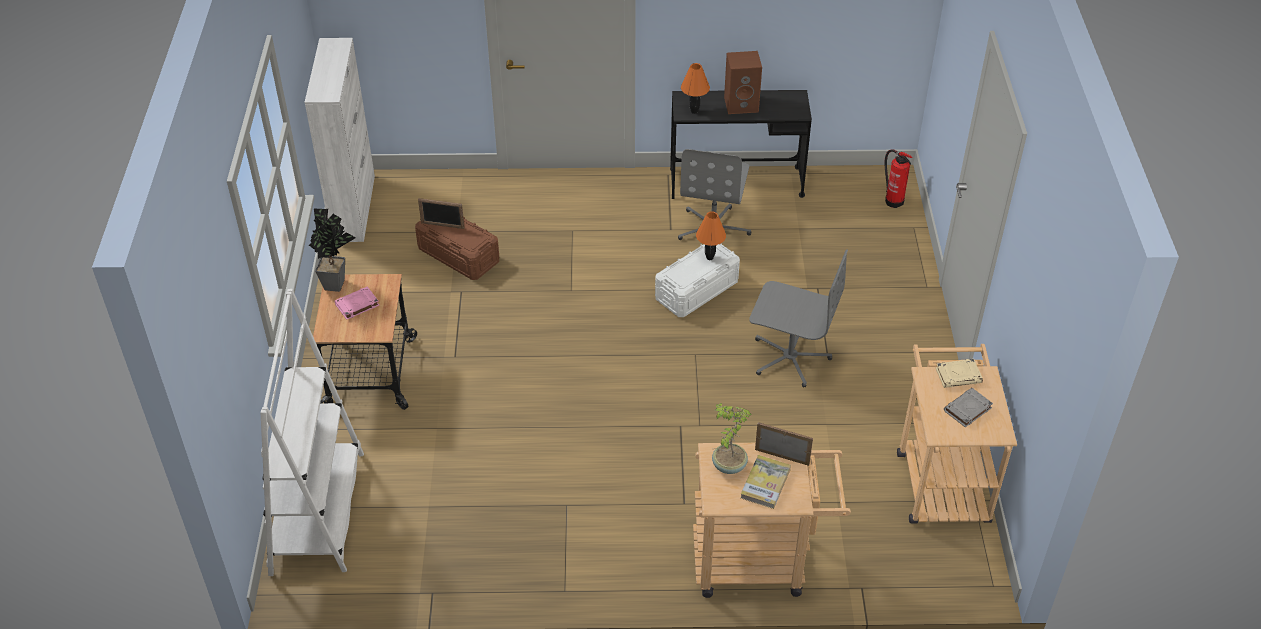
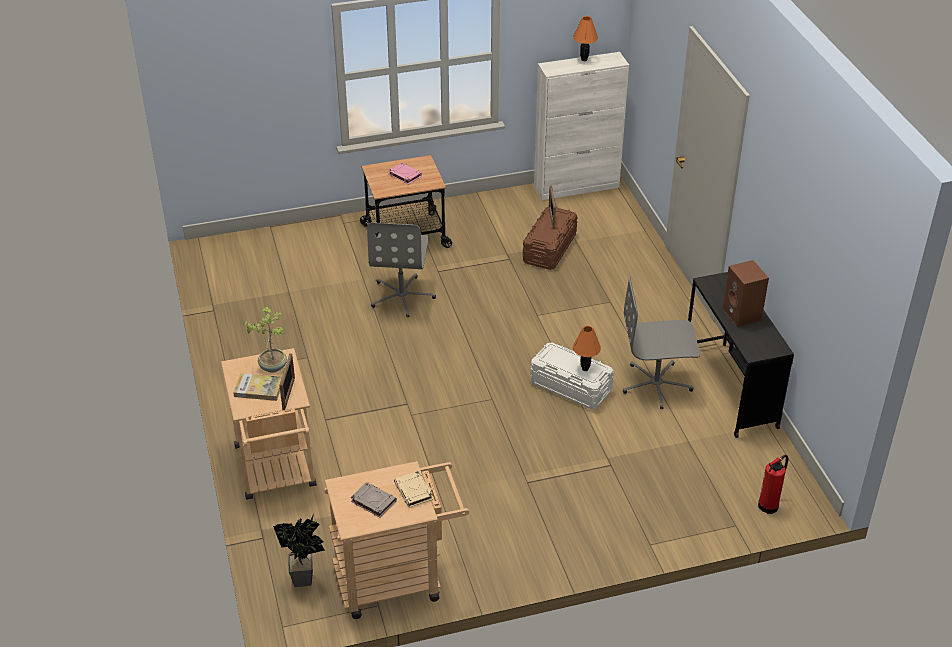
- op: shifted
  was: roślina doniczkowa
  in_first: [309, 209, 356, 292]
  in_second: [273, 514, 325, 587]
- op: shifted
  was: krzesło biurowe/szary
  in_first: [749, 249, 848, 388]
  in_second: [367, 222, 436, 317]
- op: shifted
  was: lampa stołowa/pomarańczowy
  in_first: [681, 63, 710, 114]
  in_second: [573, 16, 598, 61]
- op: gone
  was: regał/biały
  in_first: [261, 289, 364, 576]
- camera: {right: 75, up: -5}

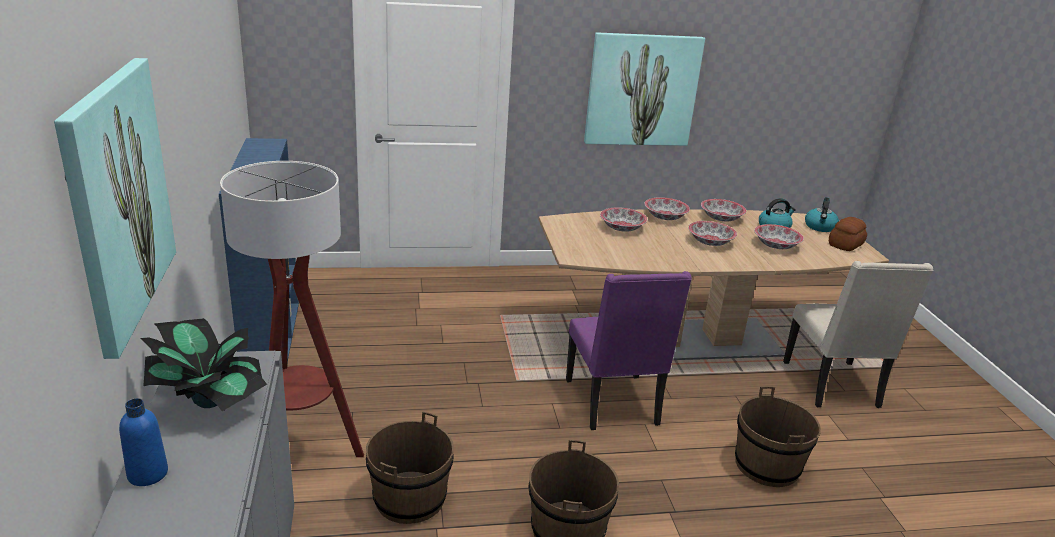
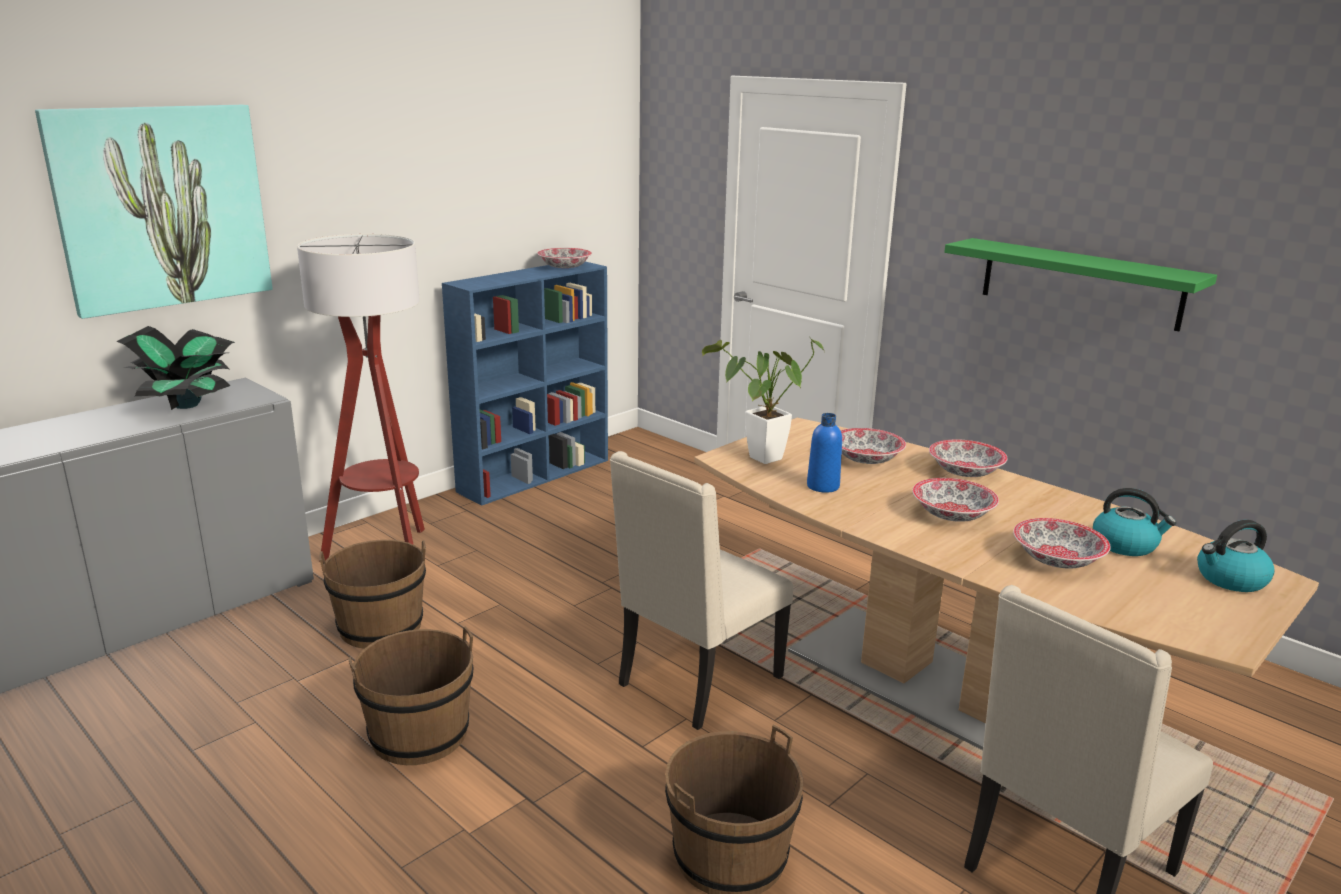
- op: shifted
  was: miska
  in_first: [701, 199, 746, 221]
  in_second: [537, 248, 592, 268]
- op: repainted
  was: krzesło/fioletowy
  now: krzesło/beżowy
  in_first: [566, 271, 692, 430]
  in_second: [610, 451, 793, 730]
- op: new
  now: roślina doniczkowa
  in_second: [702, 336, 824, 464]
- op: shifted
  was: butelka/niebieski
  in_first: [119, 398, 168, 486]
  in_second: [807, 413, 842, 493]
- op: swapped
  was: obraz
  now: półka/zielony
  in_first: [584, 32, 705, 146]
  in_second: [944, 238, 1217, 331]
- op: gone
  was: chleb
  in_first: [829, 217, 867, 251]
- camera: {right: 55, up: -5}

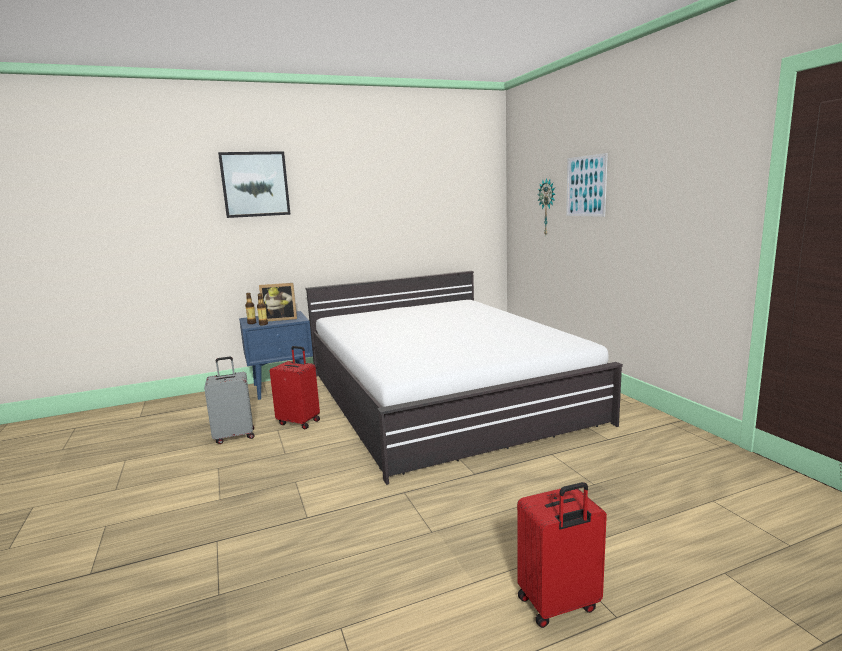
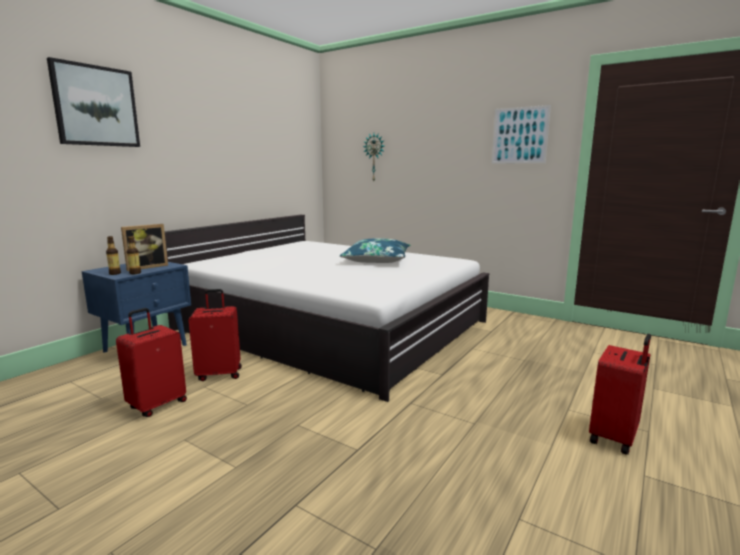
- op: repainted
  was: walizka/szary
  now: walizka/czerwony
  in_first: [204, 357, 254, 444]
  in_second: [116, 308, 187, 417]
- op: new
  now: poduszka/niebieski
  in_second: [340, 239, 410, 263]
- op: shifted
  was: obraz
  in_first: [566, 153, 608, 217]
  in_second: [492, 105, 551, 164]
- camera: {right: -35, up: 0}

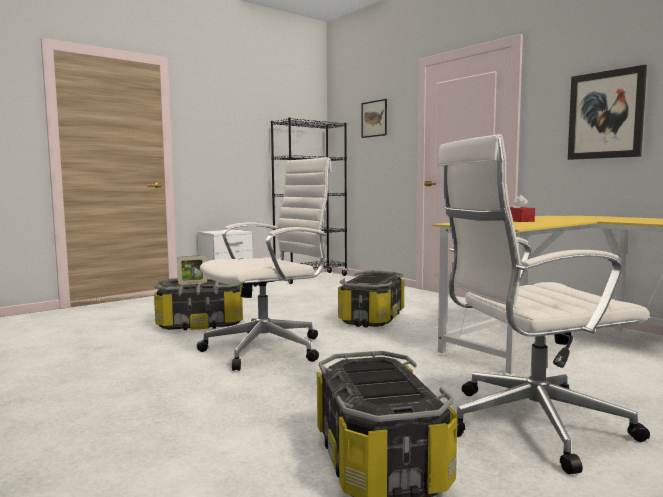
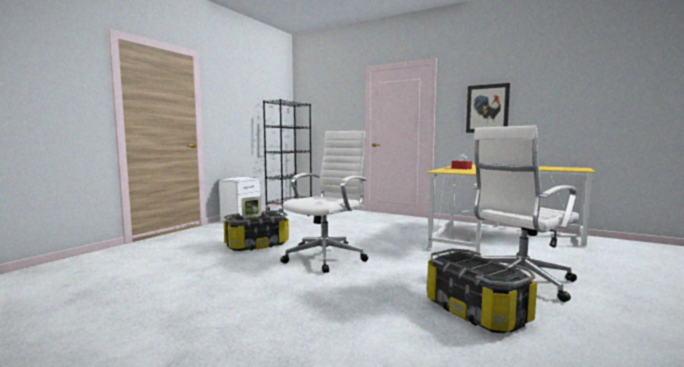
- op: gone
  was: pojemnik do przechowywania
  in_first: [338, 270, 404, 328]
- op: gone
  was: obraz
  in_first: [361, 99, 387, 138]
- camera: {right: -20, up: 0}

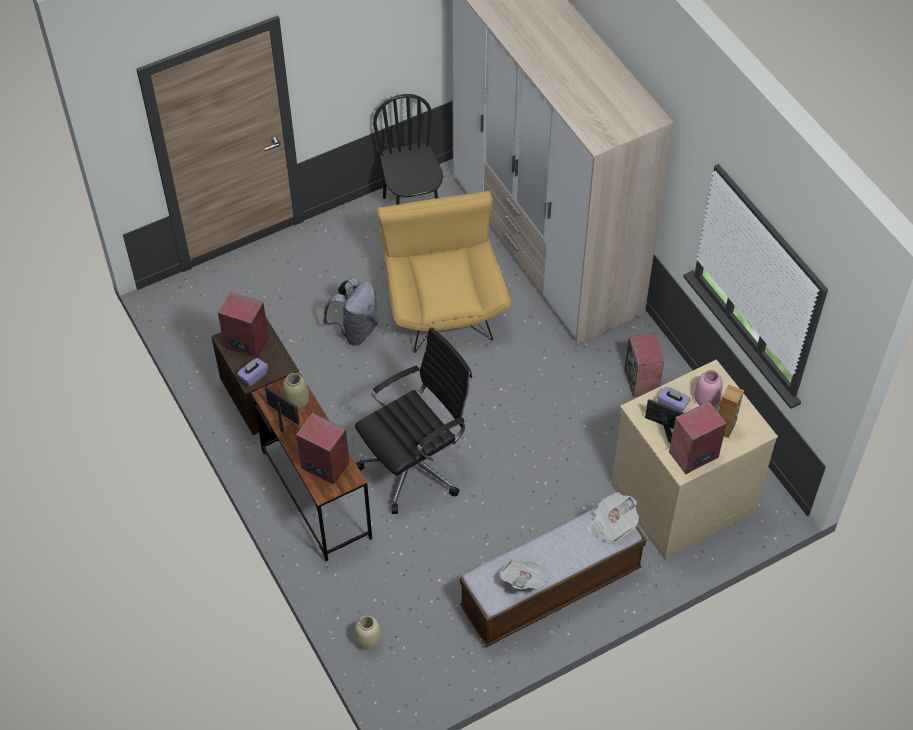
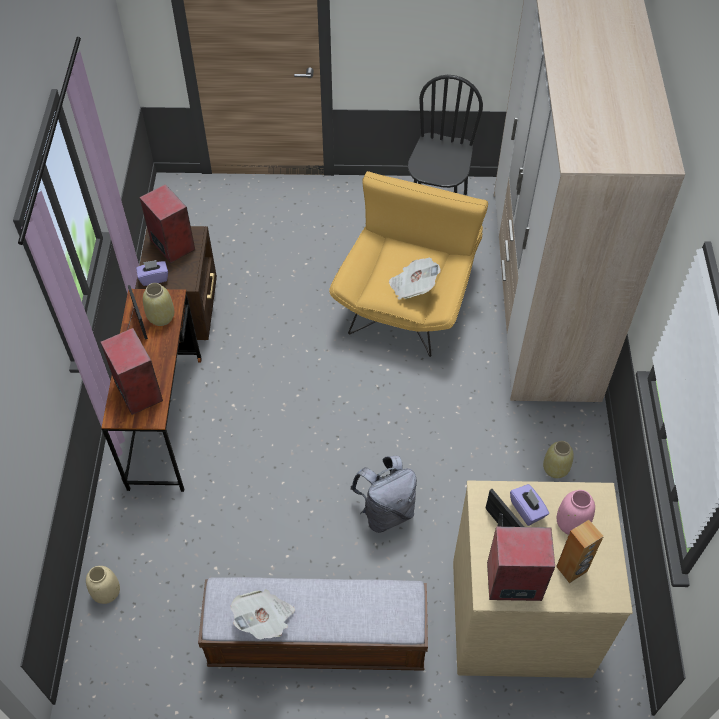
- op: shifted
  was: plecak/szary
  in_first: [323, 277, 379, 346]
  in_second: [351, 456, 417, 533]
- op: shifted
  was: gazeta
  in_first: [587, 492, 639, 544]
  in_second: [389, 258, 441, 300]
- op: swapped
  was: głośnik
  now: wazon/beżowy
  in_first: [624, 333, 664, 397]
  in_second: [543, 441, 574, 478]
- op: gone
  was: krzesło biurowe/czarny
  in_first: [355, 327, 472, 514]
- camera: {right: 30, up: 0}

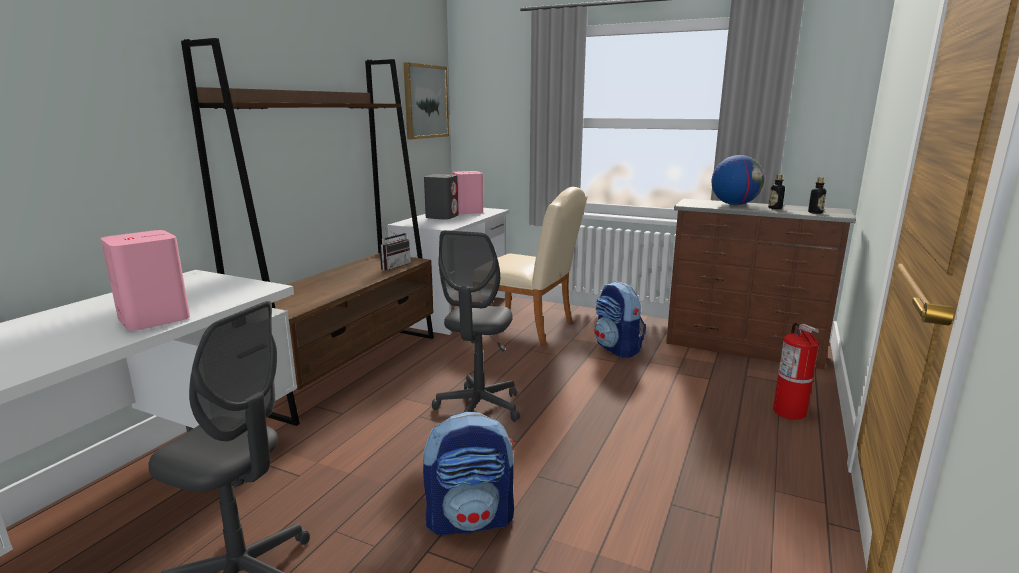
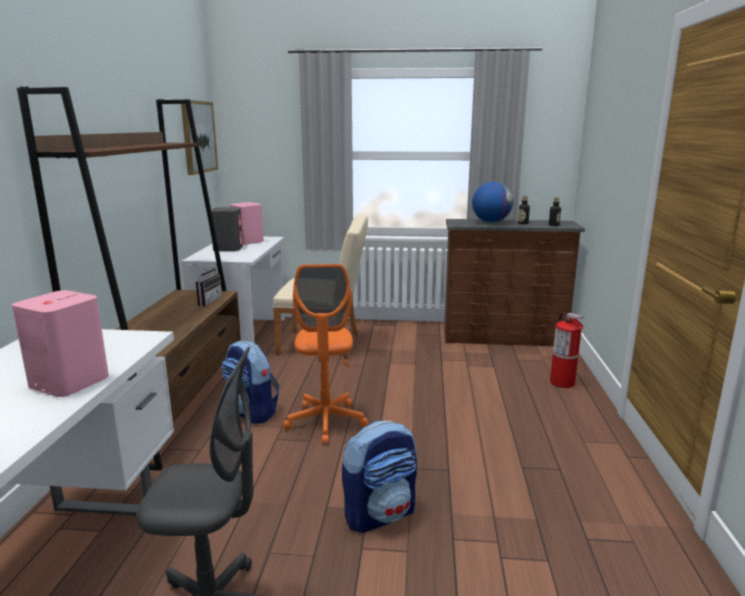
- op: shifted
  was: plecak
  in_first: [595, 281, 646, 358]
  in_second: [221, 341, 279, 424]
- op: repainted
  was: krzesło biurowe/szary
  now: krzesło biurowe/pomarańczowy
  in_first: [432, 230, 520, 422]
  in_second: [283, 264, 368, 444]
- camera: {right: -20, up: 0}

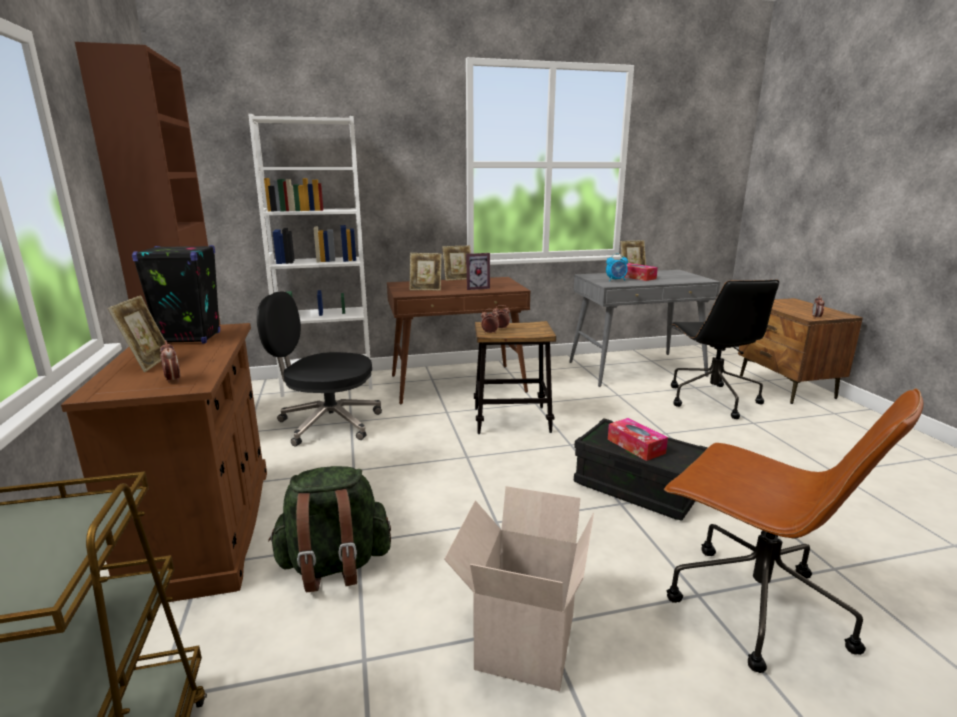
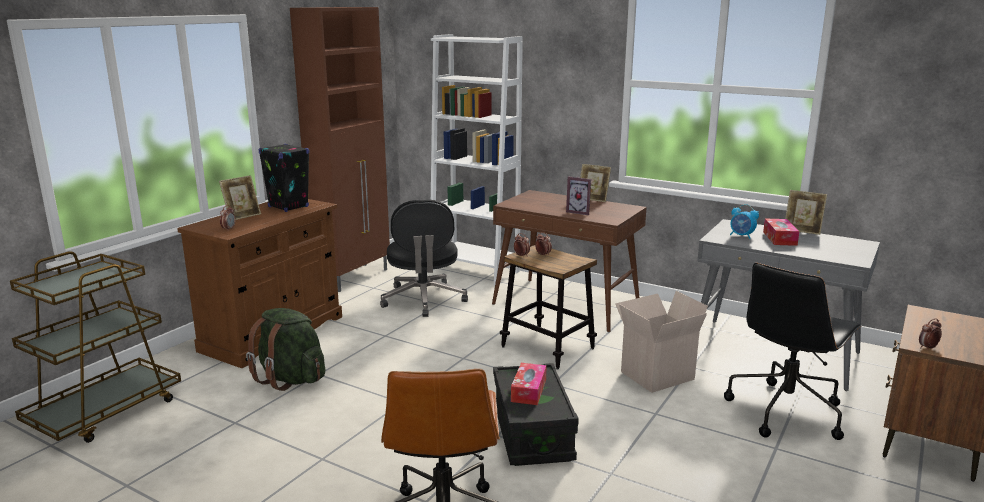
- op: rotated
  was: krzesło biurowe/czarny
  in_first: [257, 291, 382, 447]
  in_second: [380, 200, 468, 317]
  clockwise: -150
- op: shifted
  was: karton
  in_first: [444, 486, 594, 692]
  in_second: [615, 291, 708, 393]
- op: gone
  was: ramka na zdjęcie
  in_first: [410, 253, 442, 291]
- camera: {right: 45, up: 0}

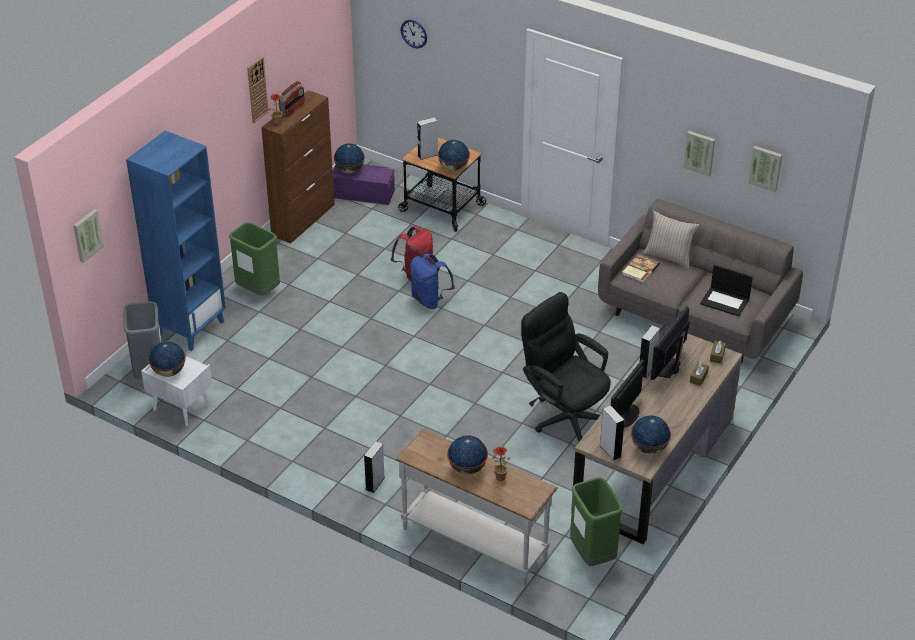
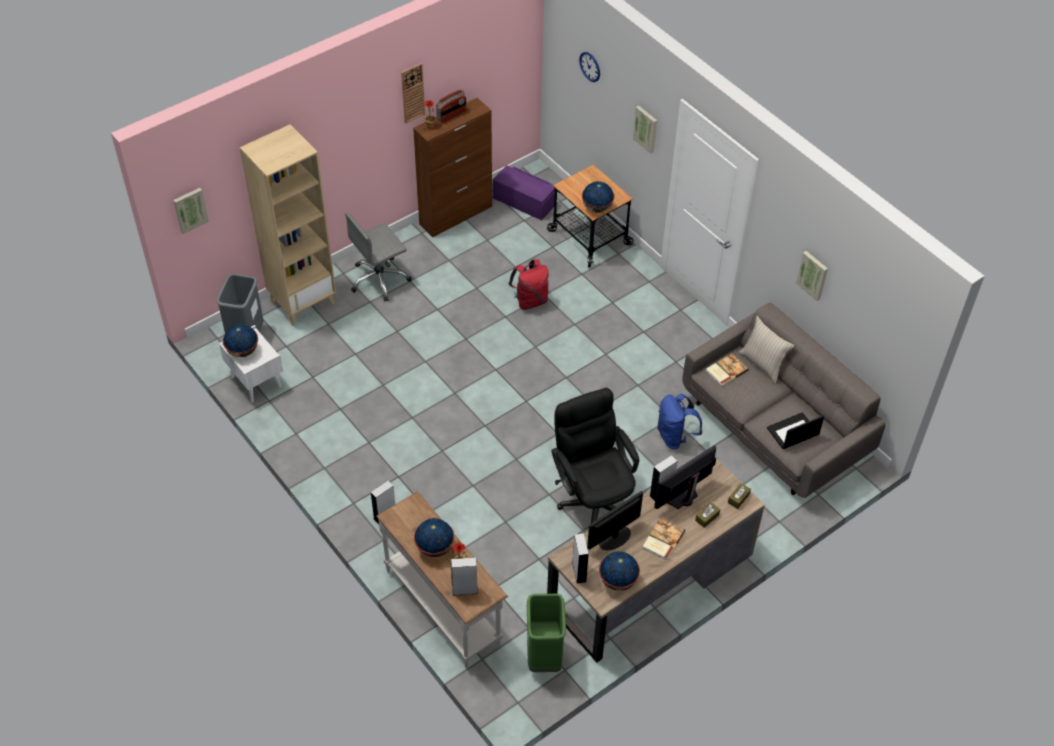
- op: repainted
  was: regał/niebieski
  now: regał/beżowy
  in_first: [126, 131, 226, 351]
  in_second: [240, 124, 336, 326]
- op: swapped
  was: kosz na śmieci/zielony
  now: krzesło biurowe/szary
  in_first: [229, 222, 280, 296]
  in_second: [345, 212, 412, 302]
- op: shifted
  was: głośnik/szary
  in_first: [417, 117, 438, 160]
  in_second: [451, 557, 478, 596]
- op: shifted
  was: obraz
  in_first: [748, 146, 782, 192]
  in_second: [633, 106, 657, 154]
- op: new
  now: książka
  in_second: [642, 518, 685, 560]
- op: shifted
  was: plecak/niebieski
  in_first: [410, 253, 455, 309]
  in_second: [657, 394, 702, 449]
- op: rotated
  was: laptop
  in_first: [700, 265, 753, 316]
  in_second: [767, 412, 824, 449]
  clockwise: 105
- op: gone
  was: globus
  in_first: [334, 143, 365, 173]
- camera: {right: 20, up: 10}

